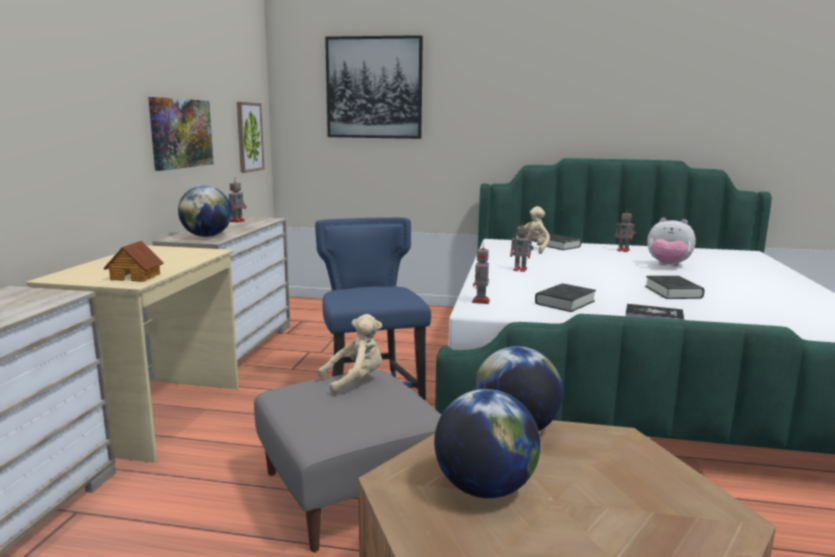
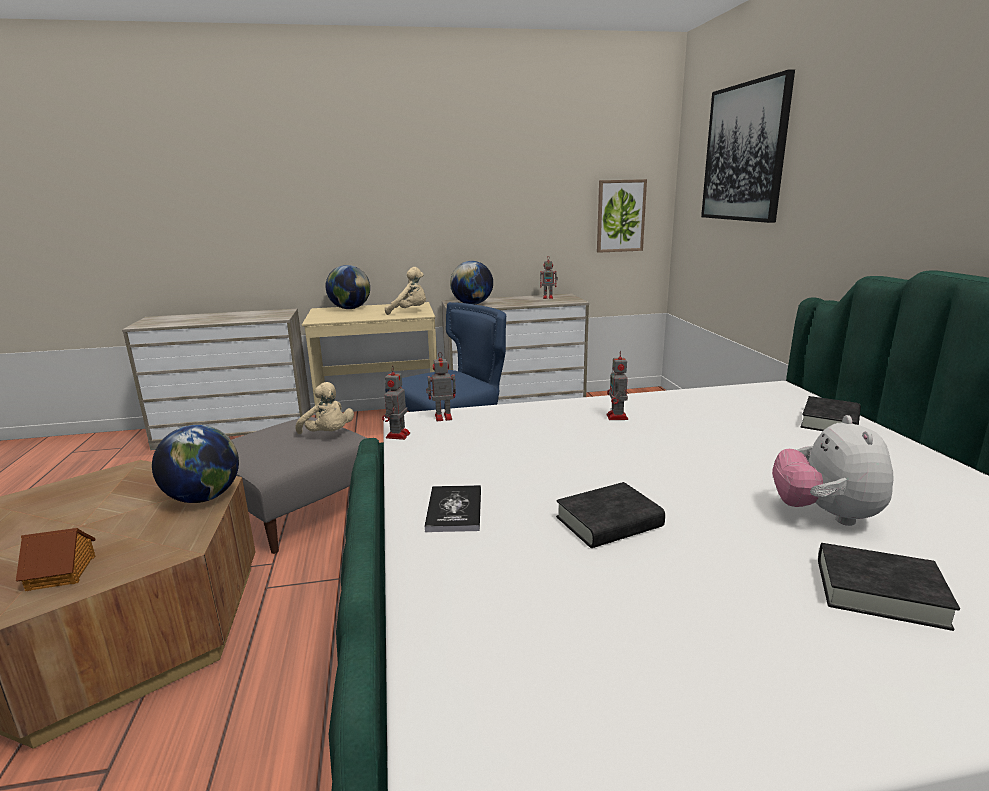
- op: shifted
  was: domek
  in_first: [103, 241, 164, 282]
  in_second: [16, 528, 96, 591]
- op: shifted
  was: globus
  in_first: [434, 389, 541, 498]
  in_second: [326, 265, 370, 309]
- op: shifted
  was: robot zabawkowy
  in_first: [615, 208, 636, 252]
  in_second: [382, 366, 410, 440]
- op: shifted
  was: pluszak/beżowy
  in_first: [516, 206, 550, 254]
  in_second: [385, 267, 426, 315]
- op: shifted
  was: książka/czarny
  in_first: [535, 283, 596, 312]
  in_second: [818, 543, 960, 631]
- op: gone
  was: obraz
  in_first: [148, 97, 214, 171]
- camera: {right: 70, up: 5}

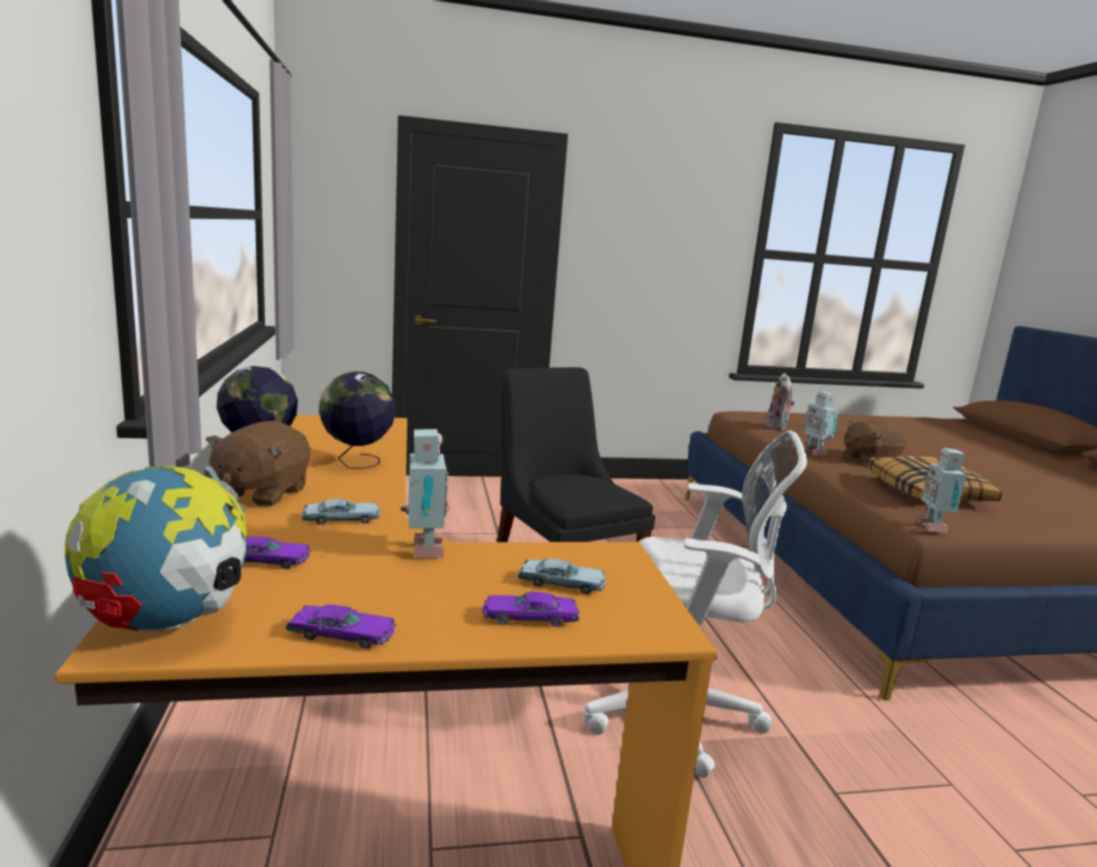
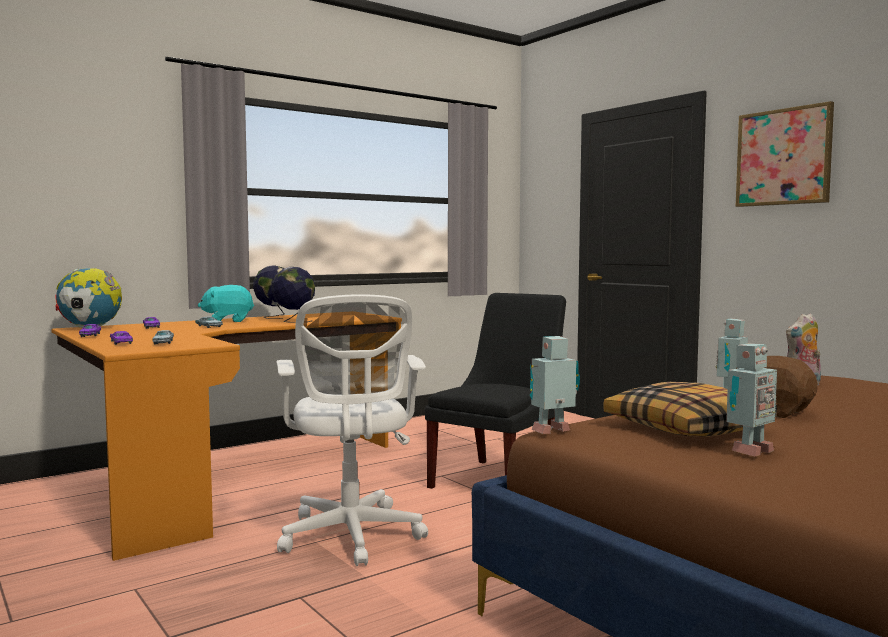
- op: repainted
  was: pluszak/brązowy
  now: pluszak/turkusowy
  in_first: [206, 421, 310, 507]
  in_second: [198, 285, 254, 322]
- op: shifted
  was: robot zabawkowy
  in_first: [401, 429, 450, 558]
  in_second: [726, 344, 777, 456]
- op: new
  now: obraz
  in_second: [735, 101, 834, 207]
- camera: {right: 65, up: -10}

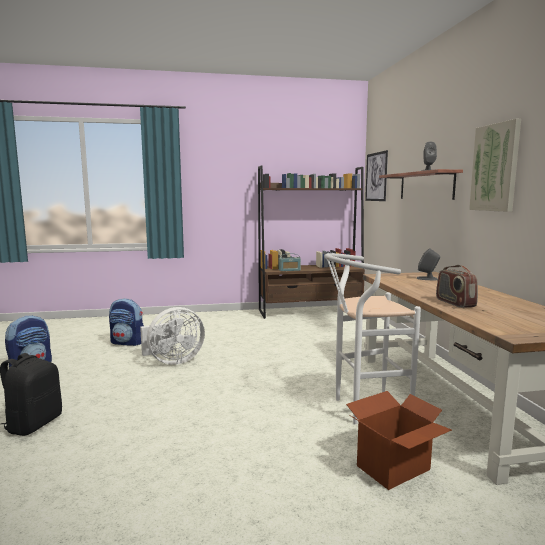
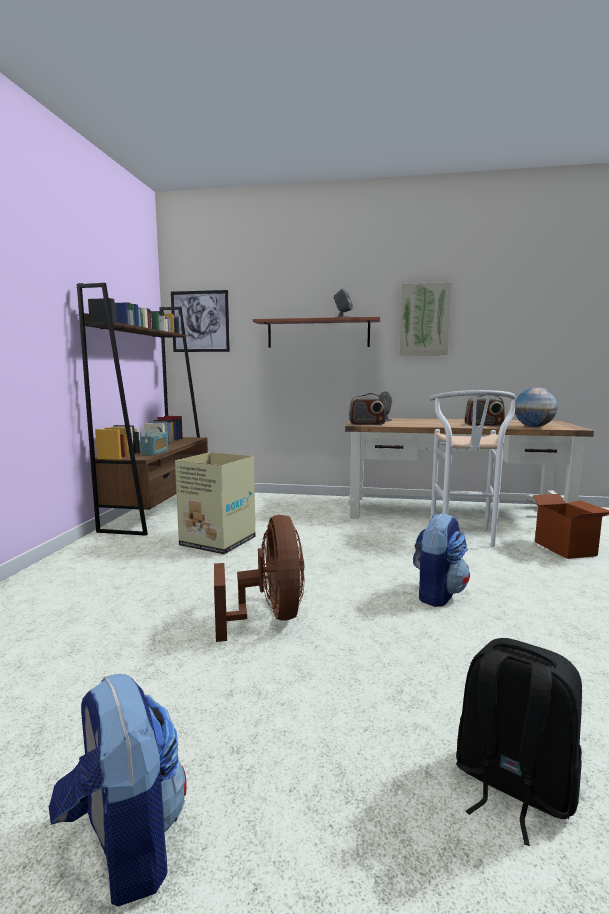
- op: new
  now: karton
  in_second: [175, 452, 255, 555]
- op: repainted
  was: wentylator/biały
  now: wentylator/brązowy
  in_first: [140, 307, 205, 365]
  in_second: [214, 515, 305, 642]
- op: new
  now: radio
  in_second: [349, 393, 386, 425]
- op: shifted
  was: plecak
  in_first: [109, 298, 144, 346]
  in_second: [413, 512, 470, 607]
- op: new
  now: globus
  in_second: [515, 387, 558, 427]
- camera: {right: -70, up: 0}

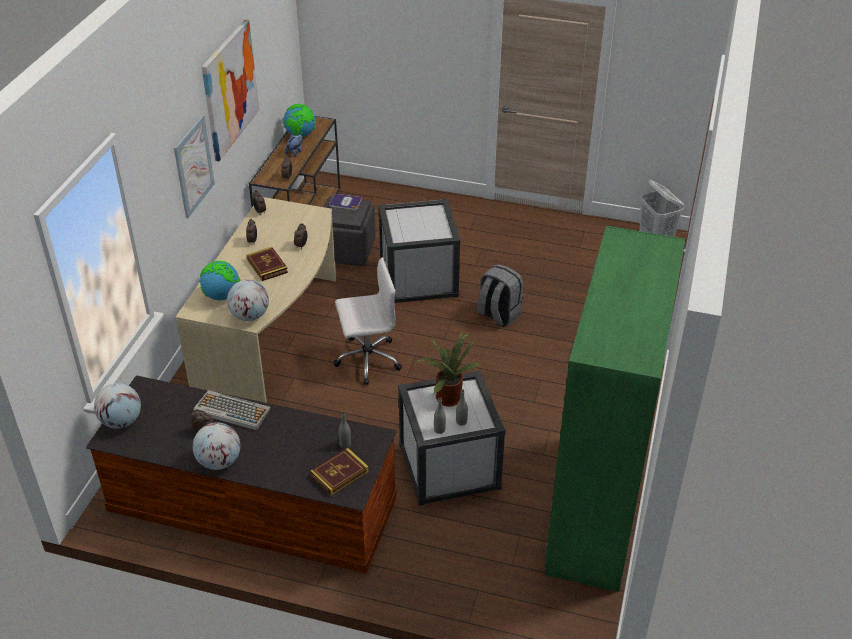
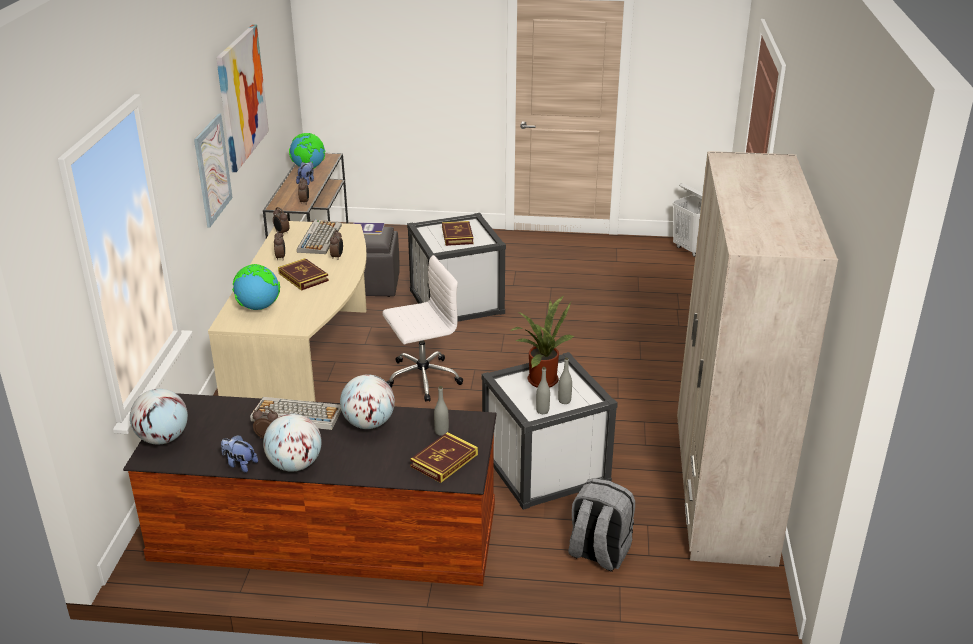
- op: new
  now: pluszak
  in_second: [221, 435, 258, 473]
- op: new
  now: klawiatura
  in_second: [297, 220, 342, 254]
- op: shifted
  was: globus
  in_first: [227, 280, 269, 321]
  in_second: [340, 374, 395, 429]
- op: new
  now: książka
  in_second: [442, 221, 474, 246]
- op: shifted
  was: plecak/szary
  in_first: [477, 264, 523, 327]
  in_second: [568, 478, 635, 572]
- op: repainted
  was: szafa/zielony
  now: szafa/beżowy
  in_first: [544, 226, 686, 592]
  in_second: [677, 151, 838, 567]
- camera: {right: -10, up: -10}

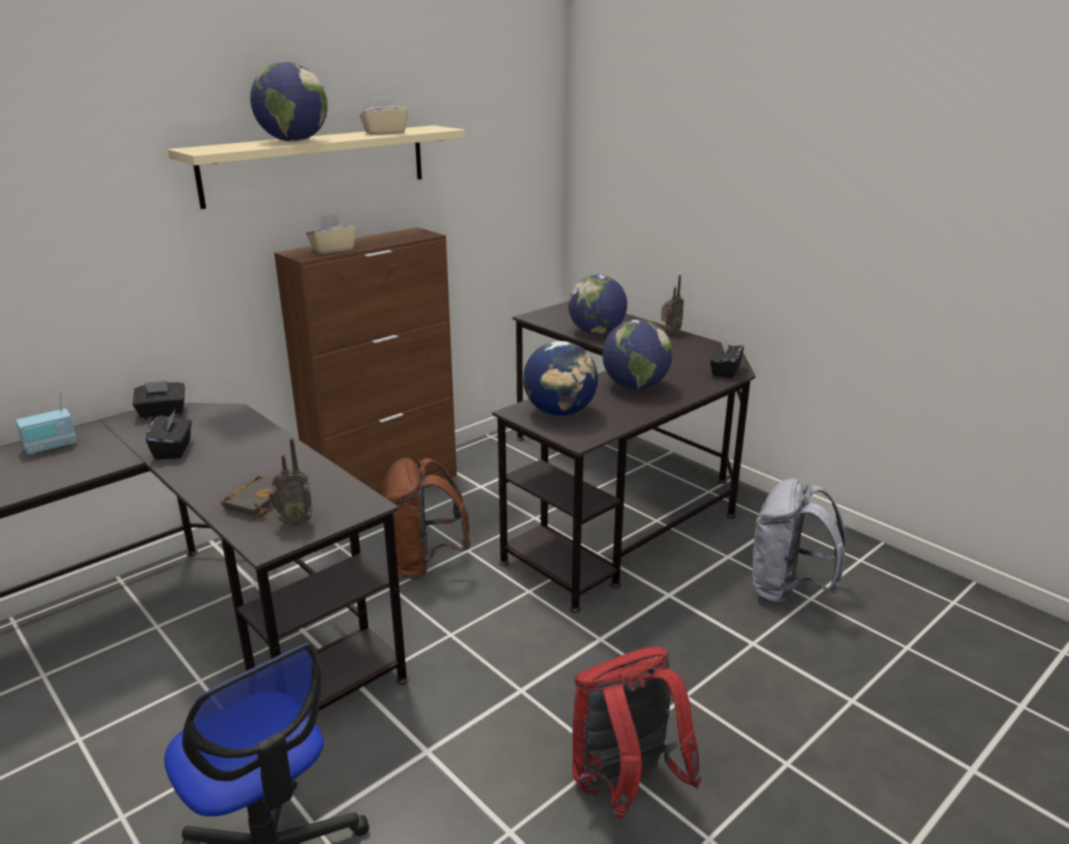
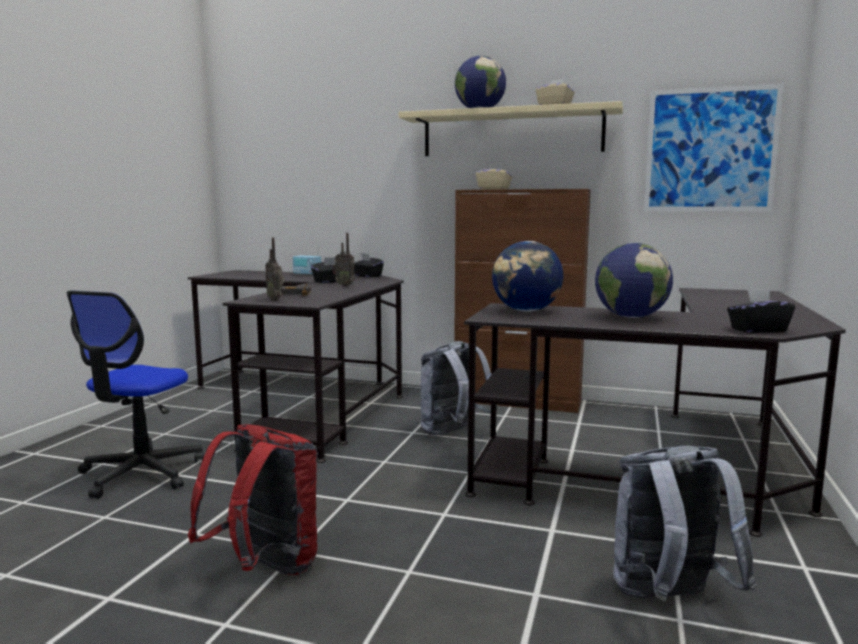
- op: shifted
  was: radio
  in_first: [661, 275, 684, 334]
  in_second: [333, 233, 355, 287]
- op: repainted
  was: plecak/brązowy
  now: plecak/szary
  in_first: [382, 457, 470, 579]
  in_second: [420, 341, 498, 436]
- op: new
  now: obraz
  in_second: [644, 84, 784, 211]
- op: gone
  was: globus
  in_first: [568, 275, 627, 335]
- camera: {right: 60, up: -15}

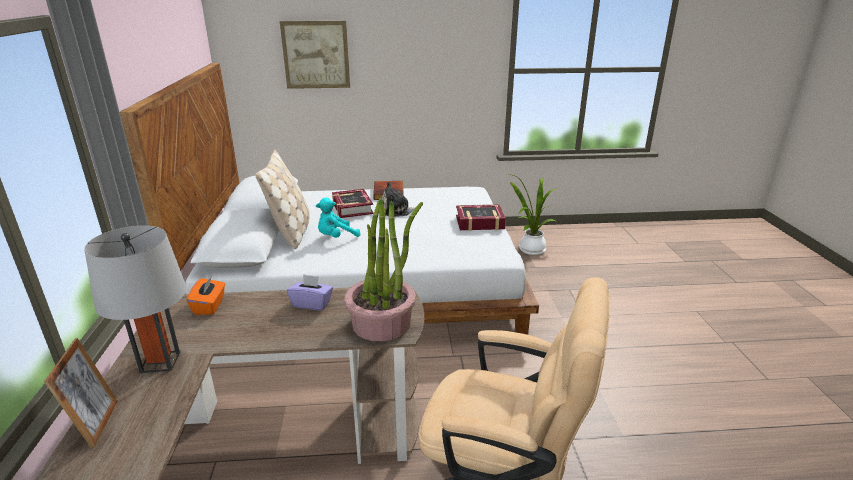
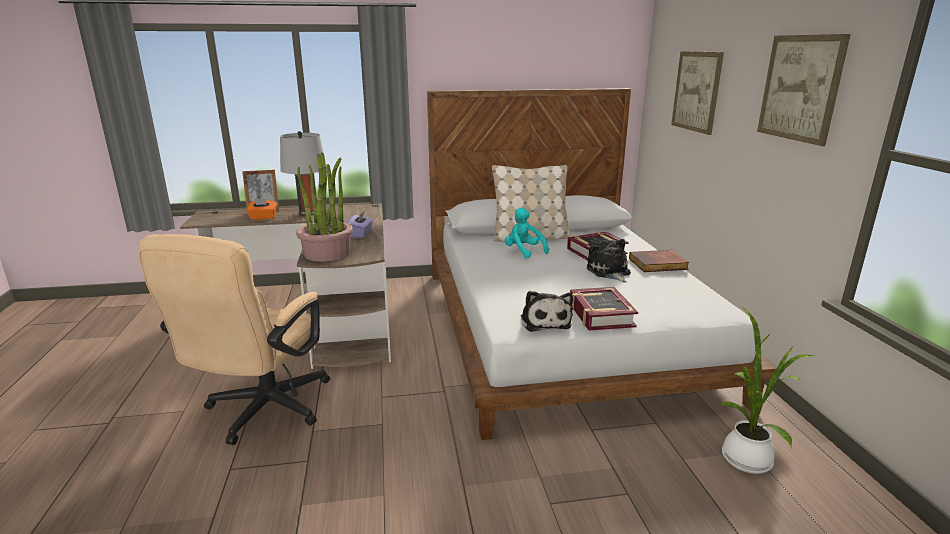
- op: shifted
  was: pudełko chusteczek/pomarańczowy
  in_first: [187, 276, 225, 315]
  in_second: [246, 199, 277, 220]
- op: new
  now: pluszak
  in_second: [521, 291, 573, 332]
- op: new
  now: obraz
  in_second: [757, 34, 851, 146]
- camera: {right: 85, up: -5}

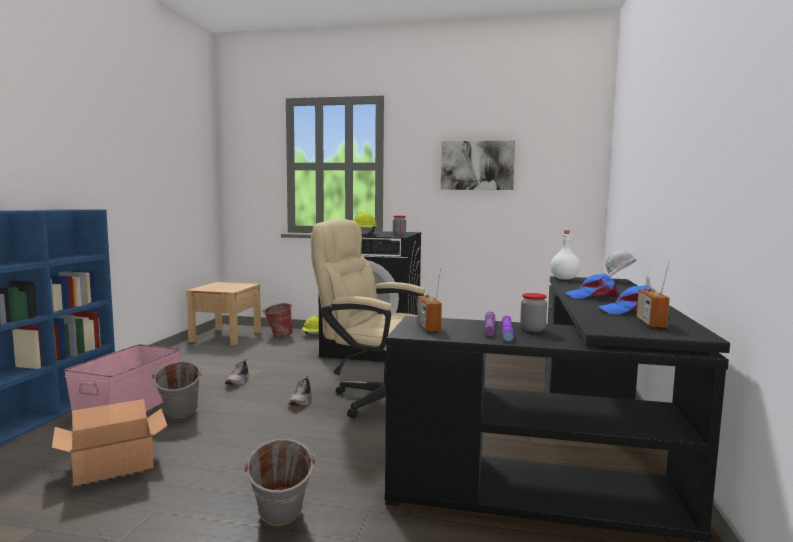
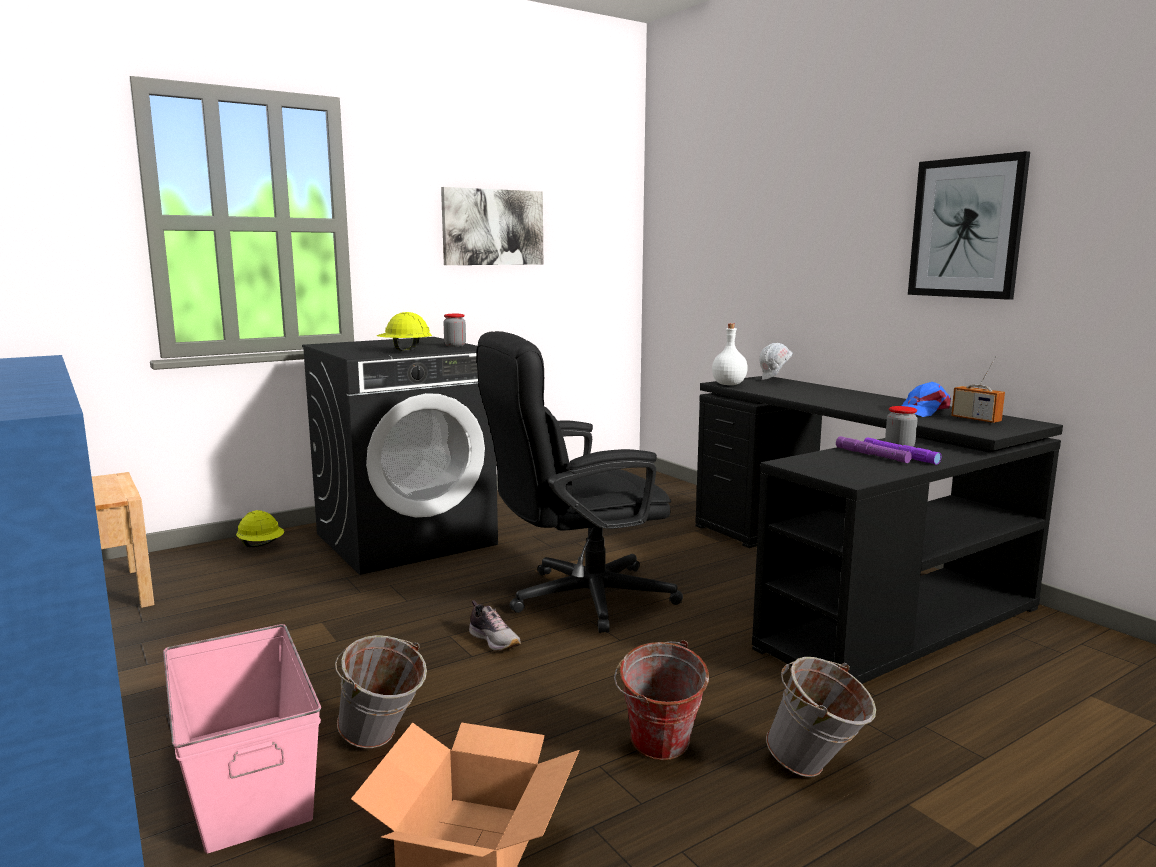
- op: repainted
  was: krzesło biurowe/beżowy
  now: krzesło biurowe/czarny
  in_first: [311, 219, 425, 418]
  in_second: [477, 331, 683, 633]
- op: shifted
  was: wiadro
  in_first: [262, 303, 293, 338]
  in_second: [614, 640, 709, 761]
- op: new
  now: obraz
  in_second: [908, 151, 1030, 300]
- op: gone
  was: but
  in_first: [225, 359, 249, 385]
- op: gone
  was: radio
  in_first: [417, 269, 442, 332]
- op: gone
  was: czapka z daszkiem/niebieski
  in_first: [565, 274, 620, 299]
- camera: {right: -45, up: 5}

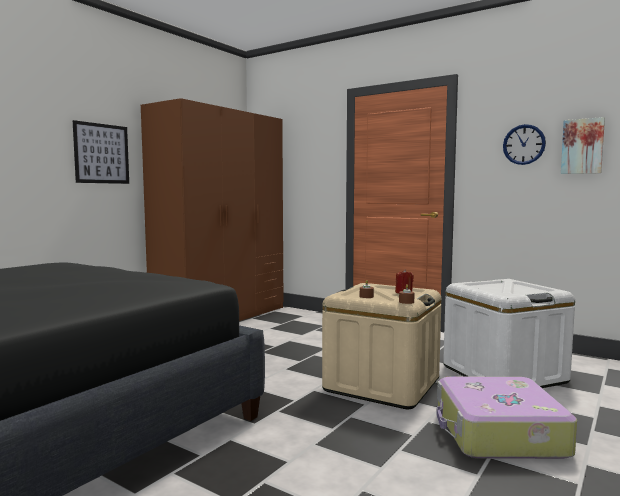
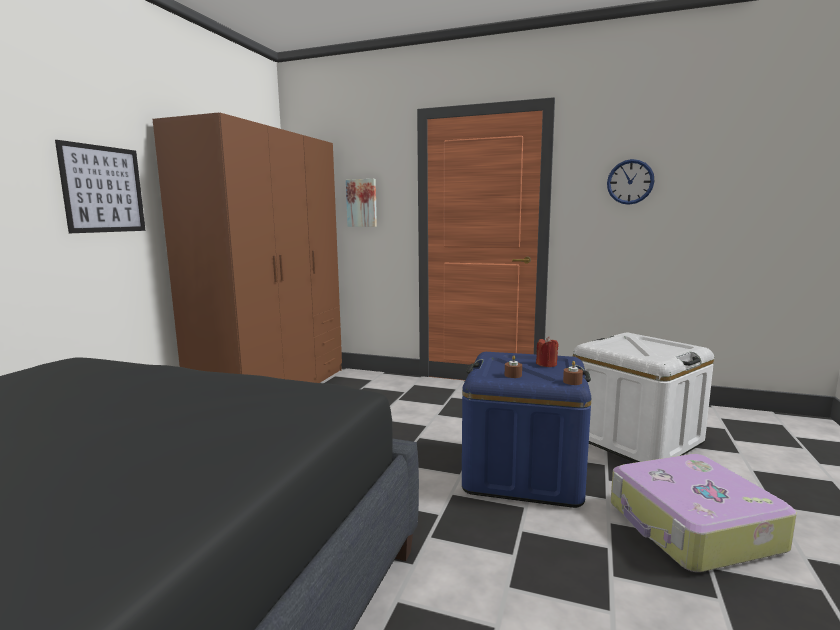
- op: shifted
  was: obraz
  in_first: [561, 117, 605, 174]
  in_second: [346, 179, 377, 227]
- op: repainted
  was: pojemnik do przechowywania/beżowy
  now: pojemnik do przechowywania/niebieski
  in_first: [322, 283, 442, 409]
  in_second: [462, 352, 591, 508]
- camera: {right: -15, up: 5}

